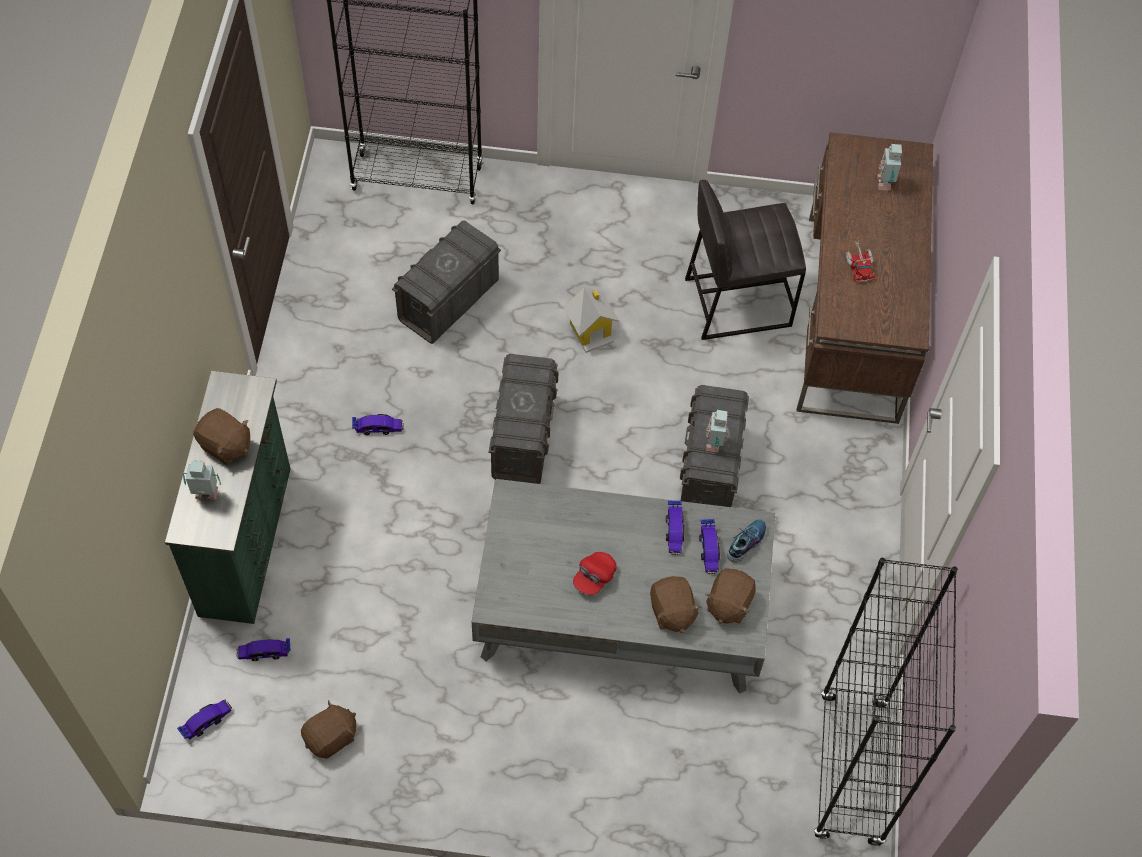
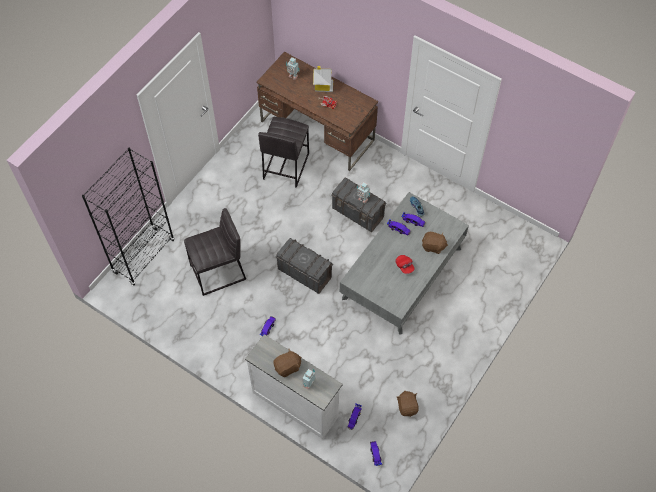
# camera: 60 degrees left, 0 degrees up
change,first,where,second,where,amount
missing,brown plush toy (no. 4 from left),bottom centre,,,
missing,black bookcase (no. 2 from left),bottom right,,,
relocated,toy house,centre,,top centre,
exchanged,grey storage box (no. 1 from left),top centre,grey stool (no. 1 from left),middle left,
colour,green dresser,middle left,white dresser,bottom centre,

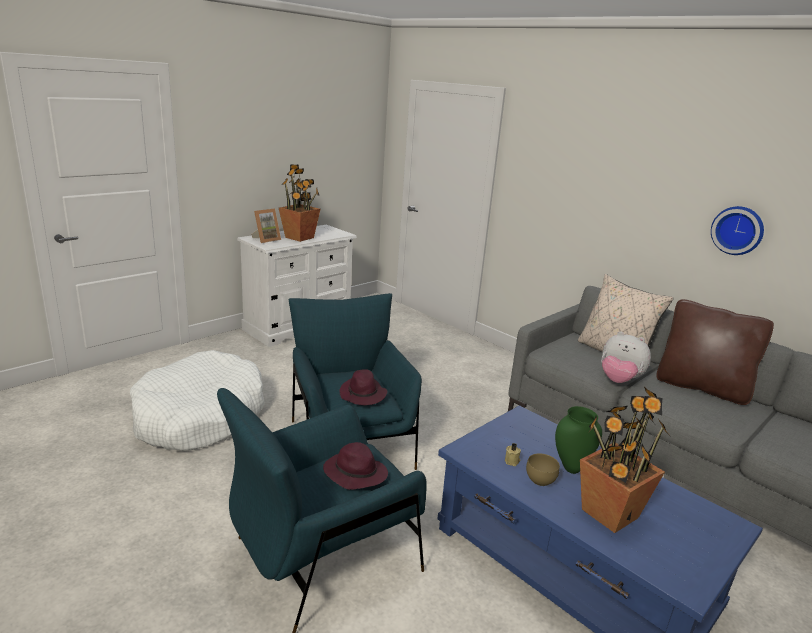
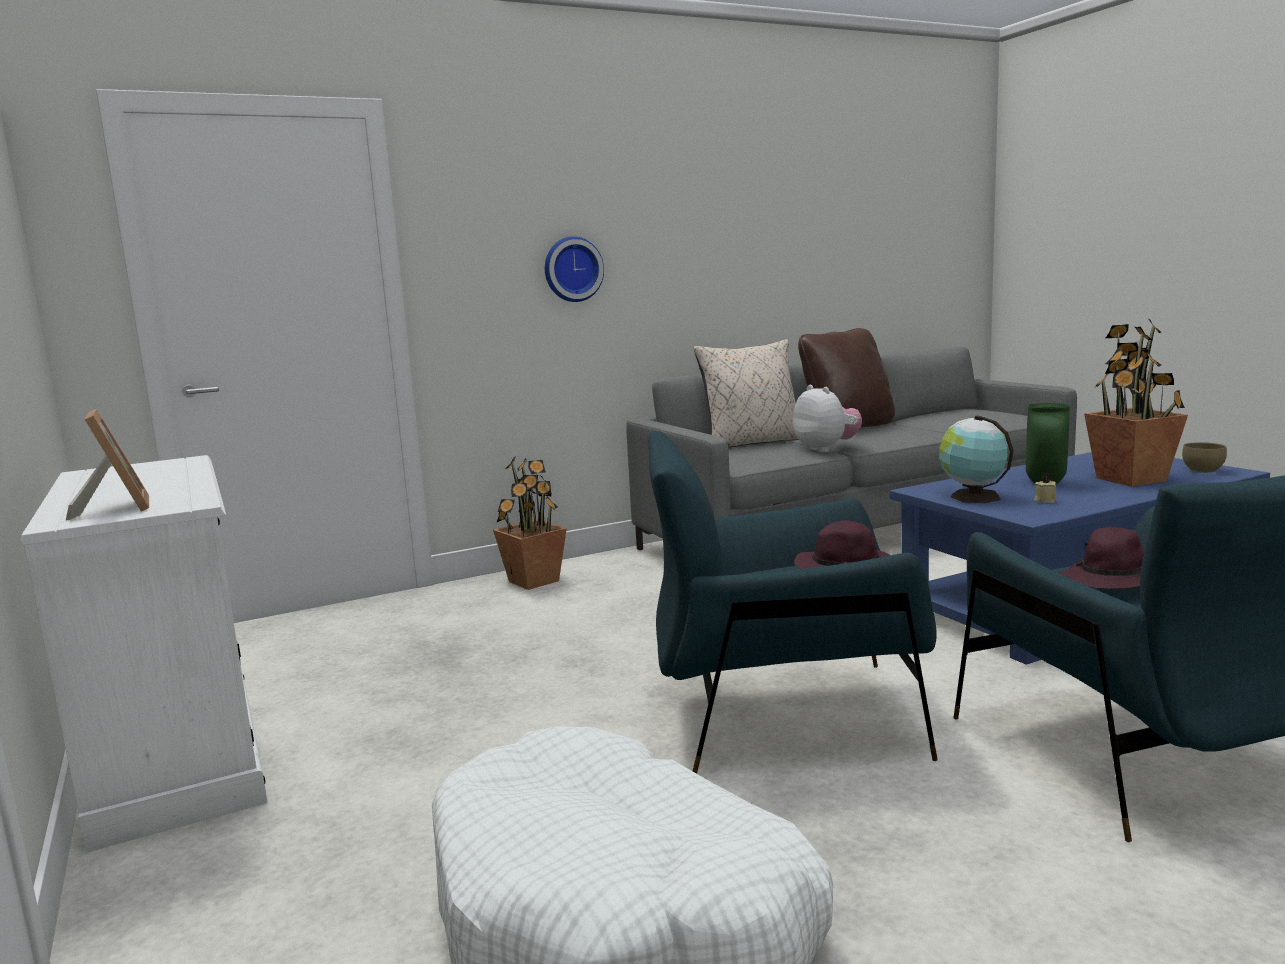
# camera: 70 degrees left, 10 degrees down
change,first,where,second,where,amount
appeared,,,globe,middle right,
relocated,potted plant (no. 1 from left),top centre,,centre,
relocated,brown bowl,bottom right,,middle right,
relocated,wall clock,middle right,,top centre,
spun,plush toy,middle right,,centre,75 degrees counterclockwise

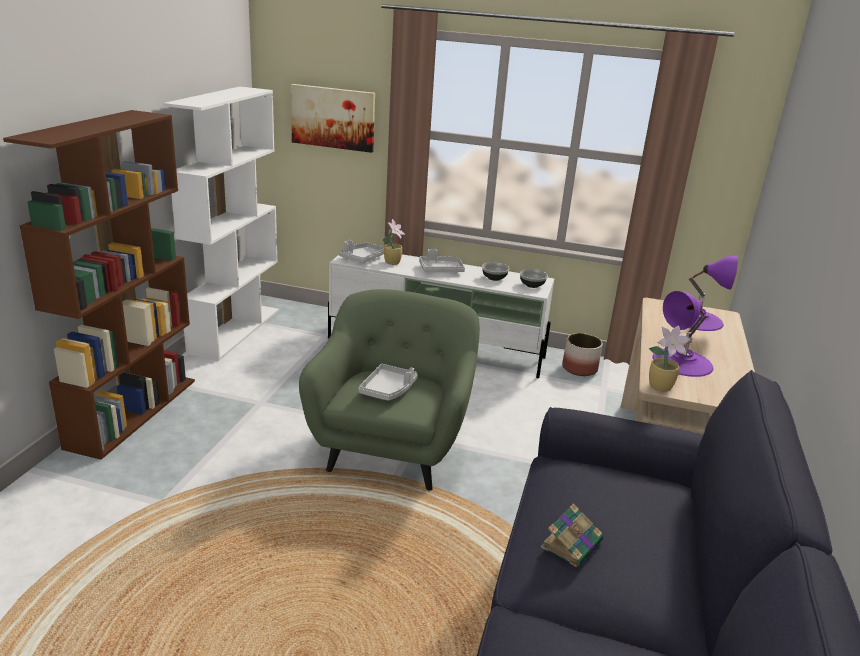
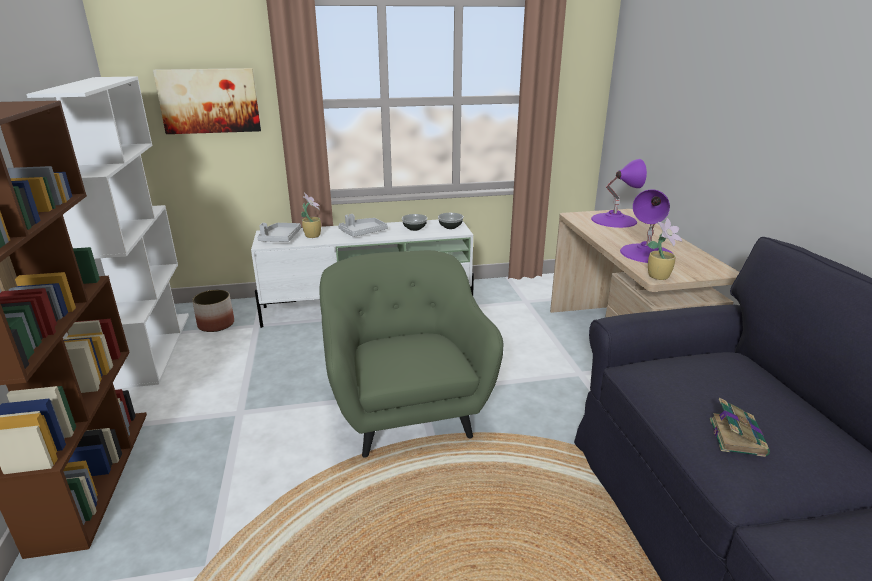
# camera: 25 degrees left, 0 degrees up
change,first,where,second,where,amount
missing,grey tray (no. 2 from left),centre,,,
relocated,planter,middle right,,middle left,

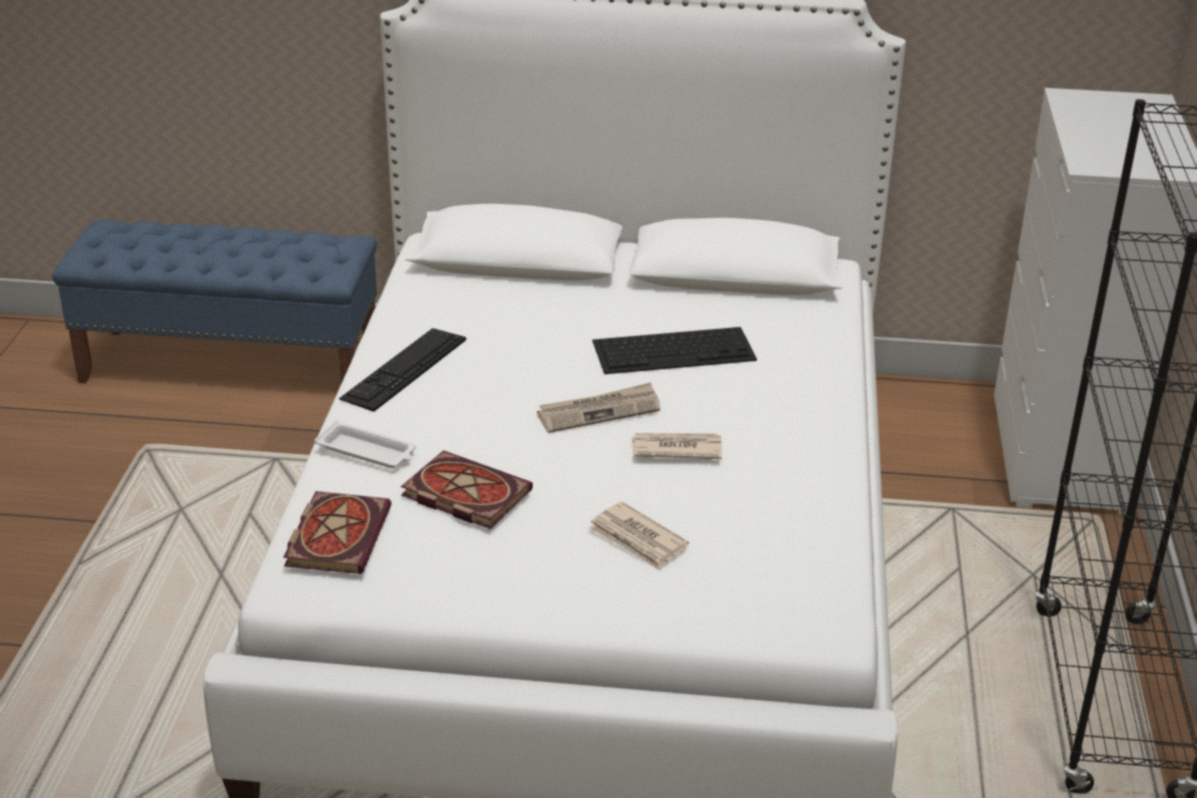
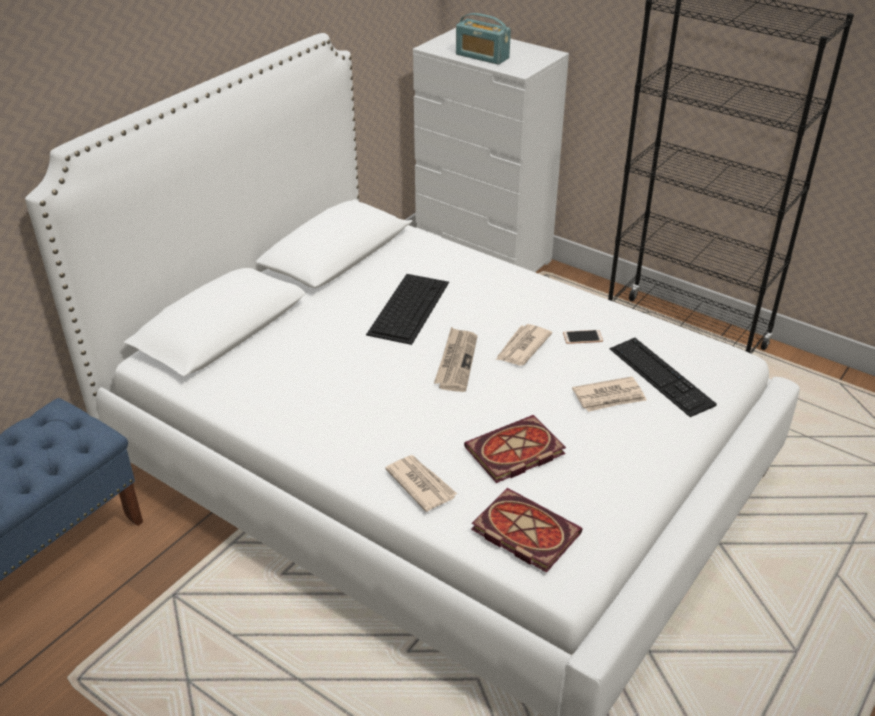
# camera: 60 degrees left, 5 degrees up
change,first,where,second,where,amount
appeared,,,radio,top centre,
appeared,,,phone,centre,
relocated,keyboard (no. 1 from left in the first image),centre,keyboard (no. 2 from left),middle right,
exchanged,white tray,middle left,newspaper (no. 1 from left),bottom centre,

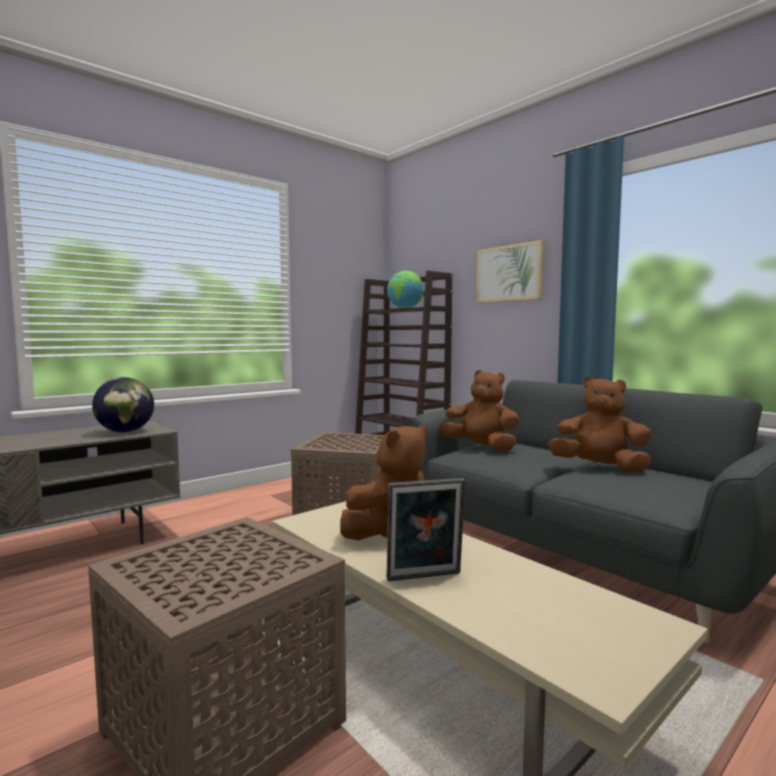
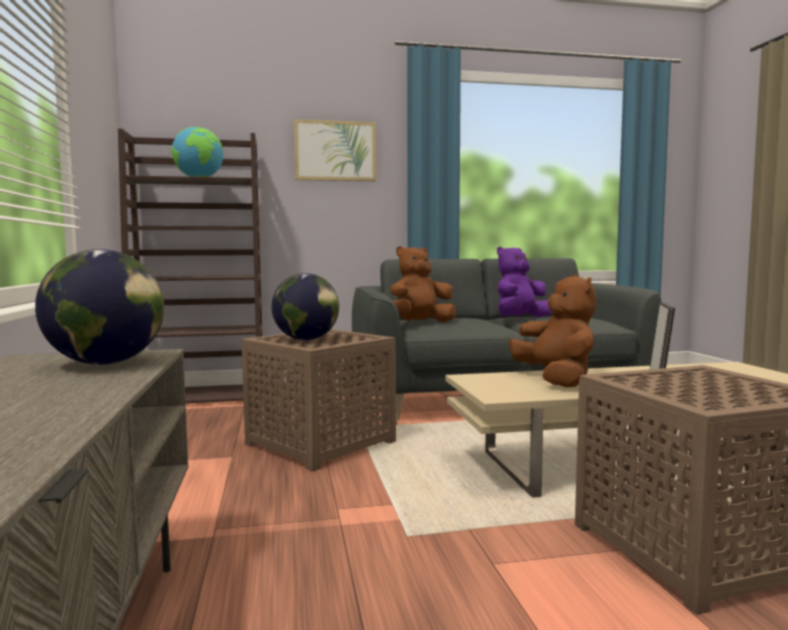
# camera: 60 degrees left, 0 degrees up
change,first,where,second,where,amount
appeared,,,globe (no. 3 from left),centre,
colour,brown plush toy (no. 3 from left),middle right,purple plush toy,centre,

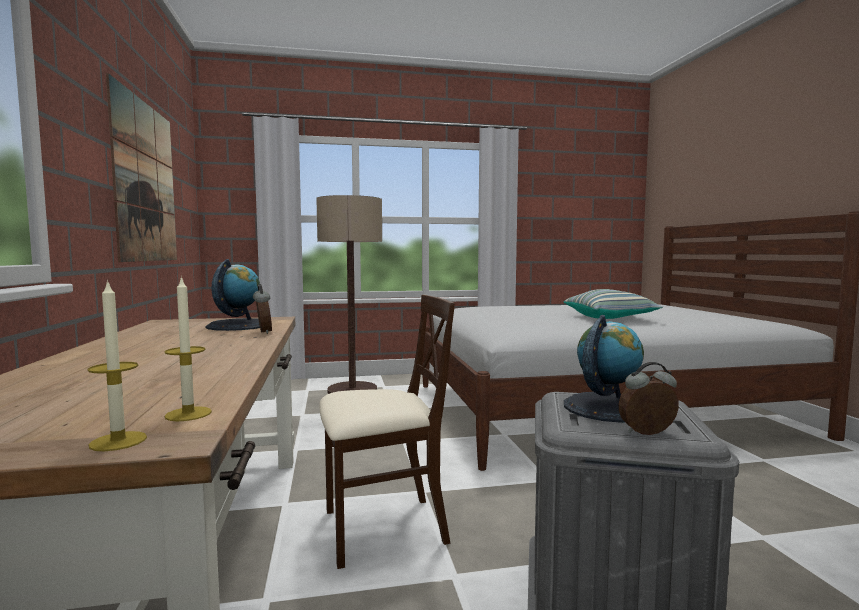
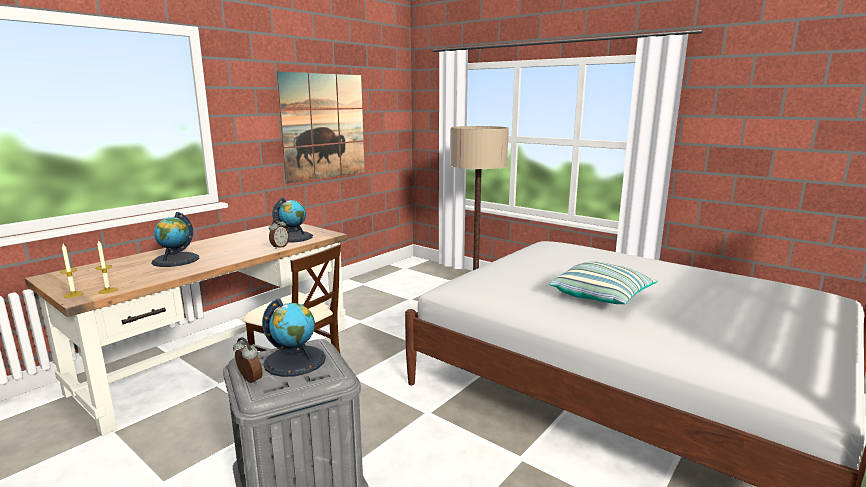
# camera: 50 degrees right, 10 degrees up
change,first,where,second,where,amount
appeared,,,globe (no. 1 from left),middle left,

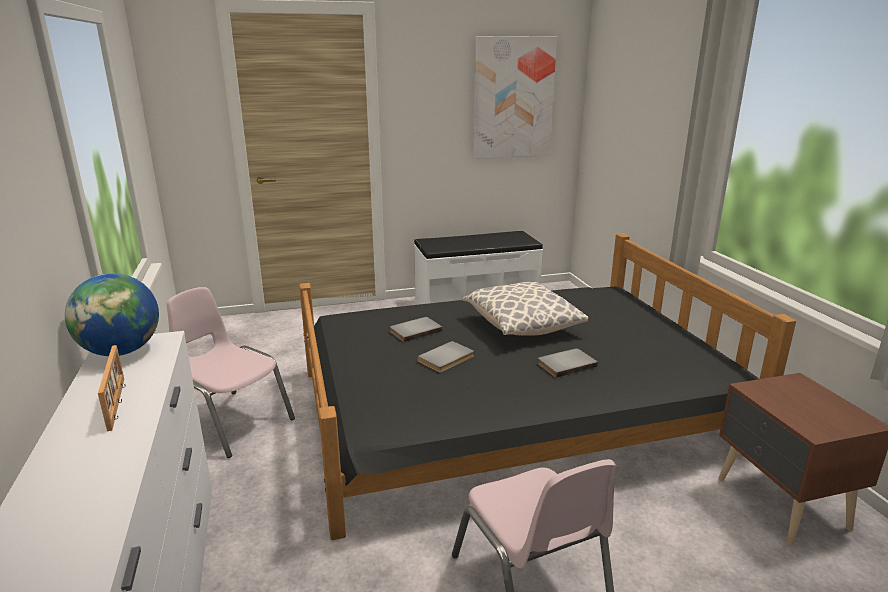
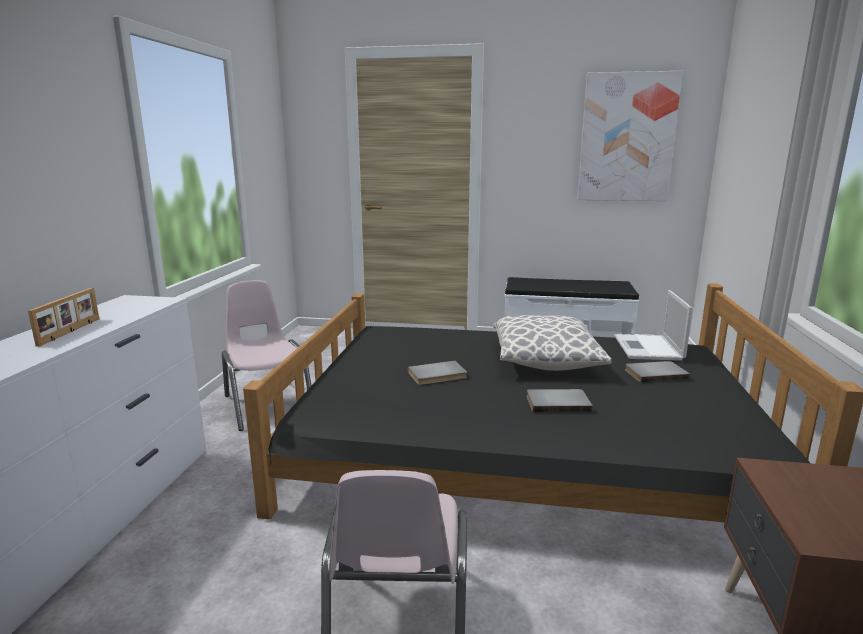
# camera: 25 degrees right, 5 degrees down
change,first,where,second,where,amount
missing,globe,middle left,,,
appeared,,,laptop,middle right,
relocated,grey book (no. 1 from left in the first image),centre,grey book (no. 3 from left),middle right,

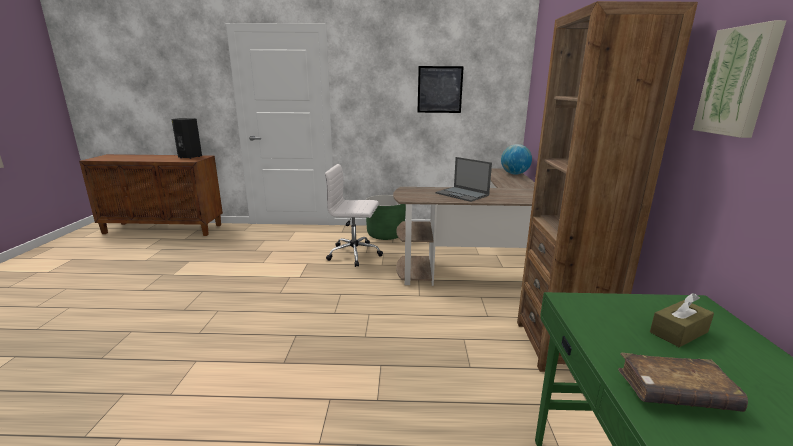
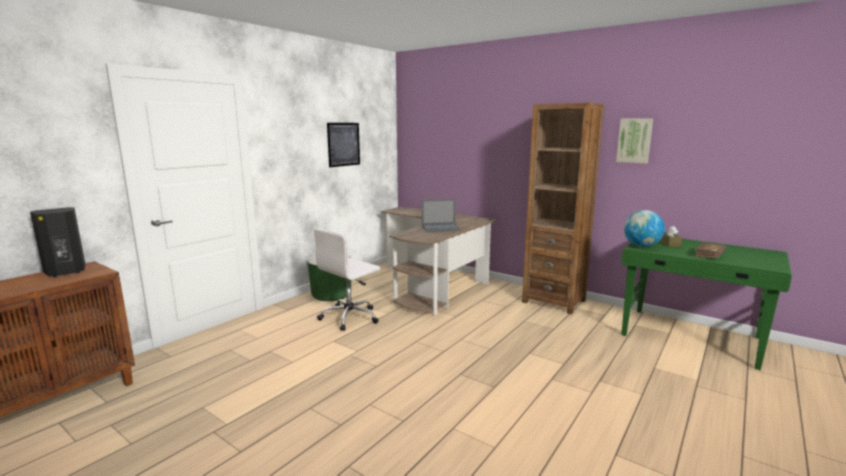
# camera: 55 degrees left, 5 degrees down
change,first,where,second,where,amount
relocated,globe,centre,,middle right,

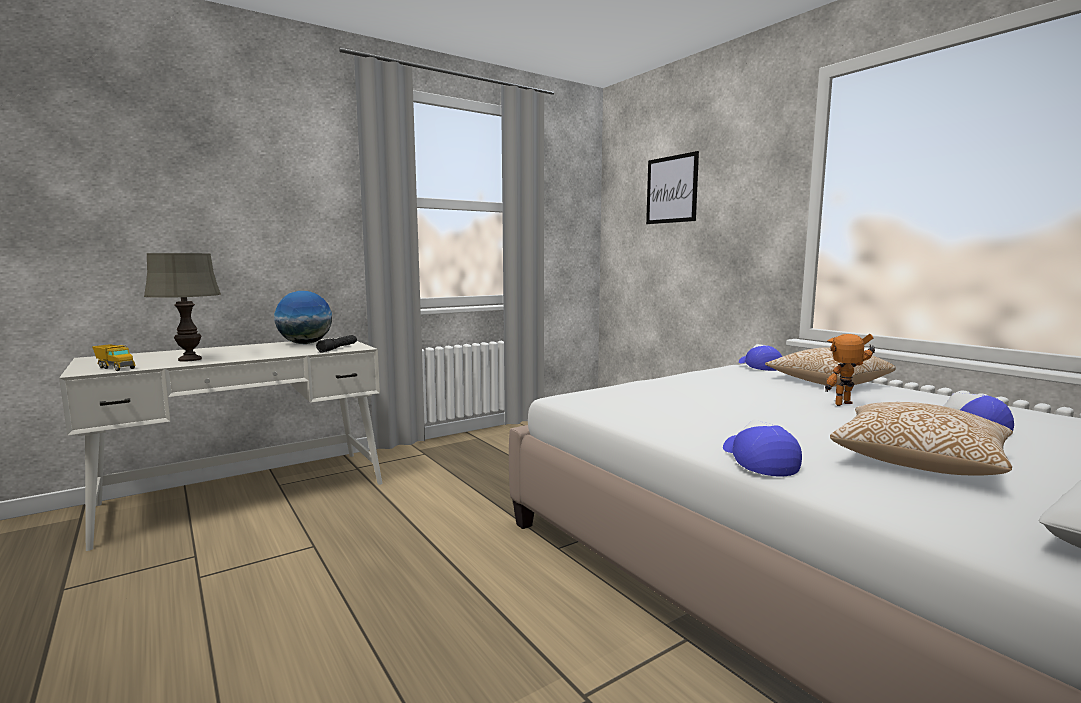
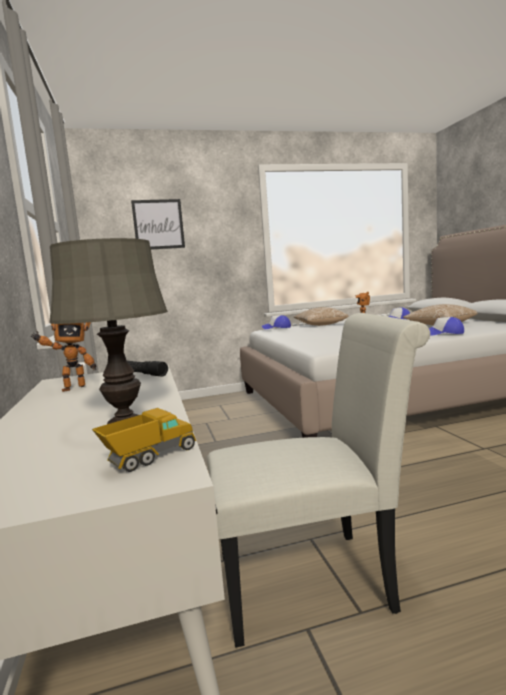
# camera: 70 degrees left, 0 degrees up
change,first,where,second,where,amount
appeared,,,white chair,bottom centre,
exchanged,globe,middle left,toy robot (no. 1 from left),middle left,

